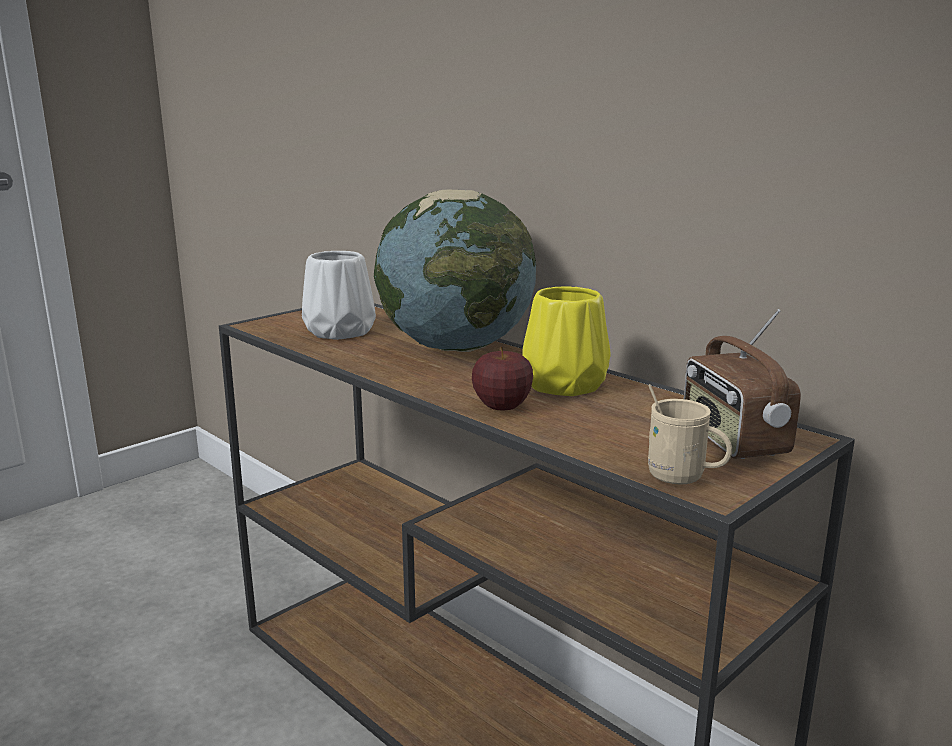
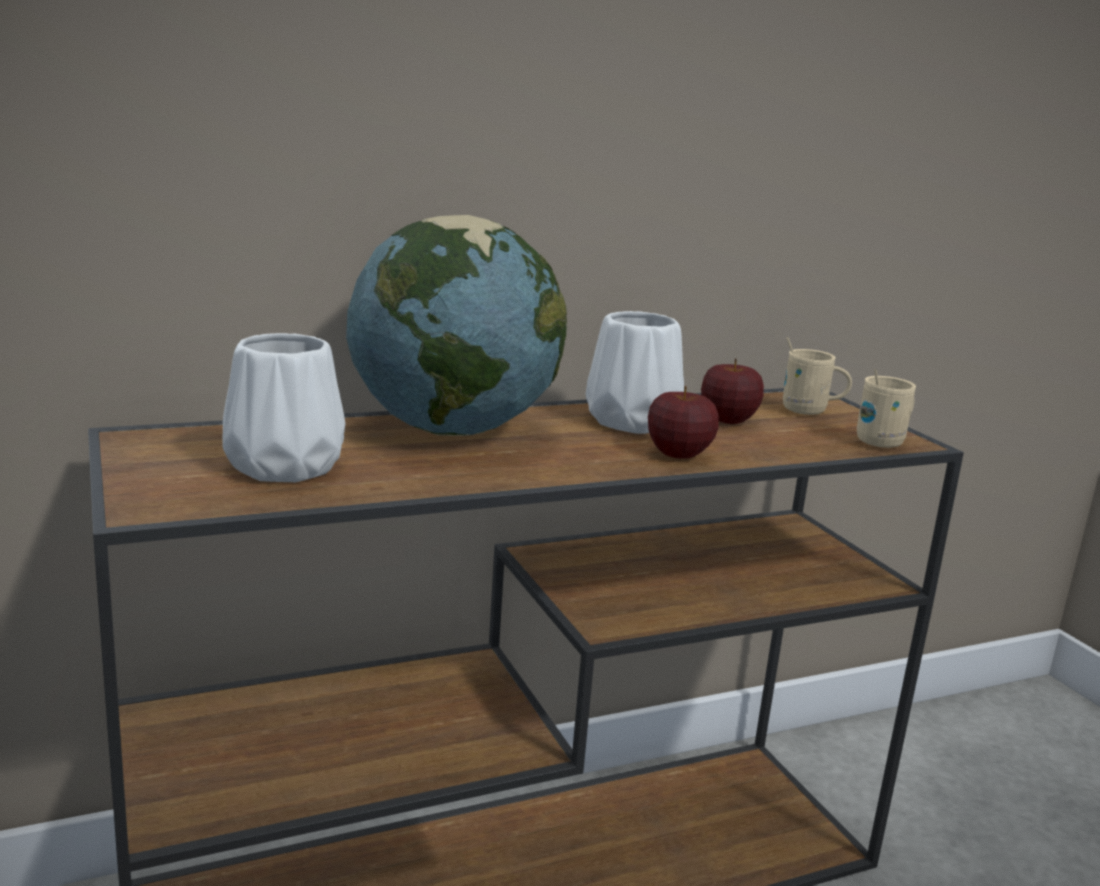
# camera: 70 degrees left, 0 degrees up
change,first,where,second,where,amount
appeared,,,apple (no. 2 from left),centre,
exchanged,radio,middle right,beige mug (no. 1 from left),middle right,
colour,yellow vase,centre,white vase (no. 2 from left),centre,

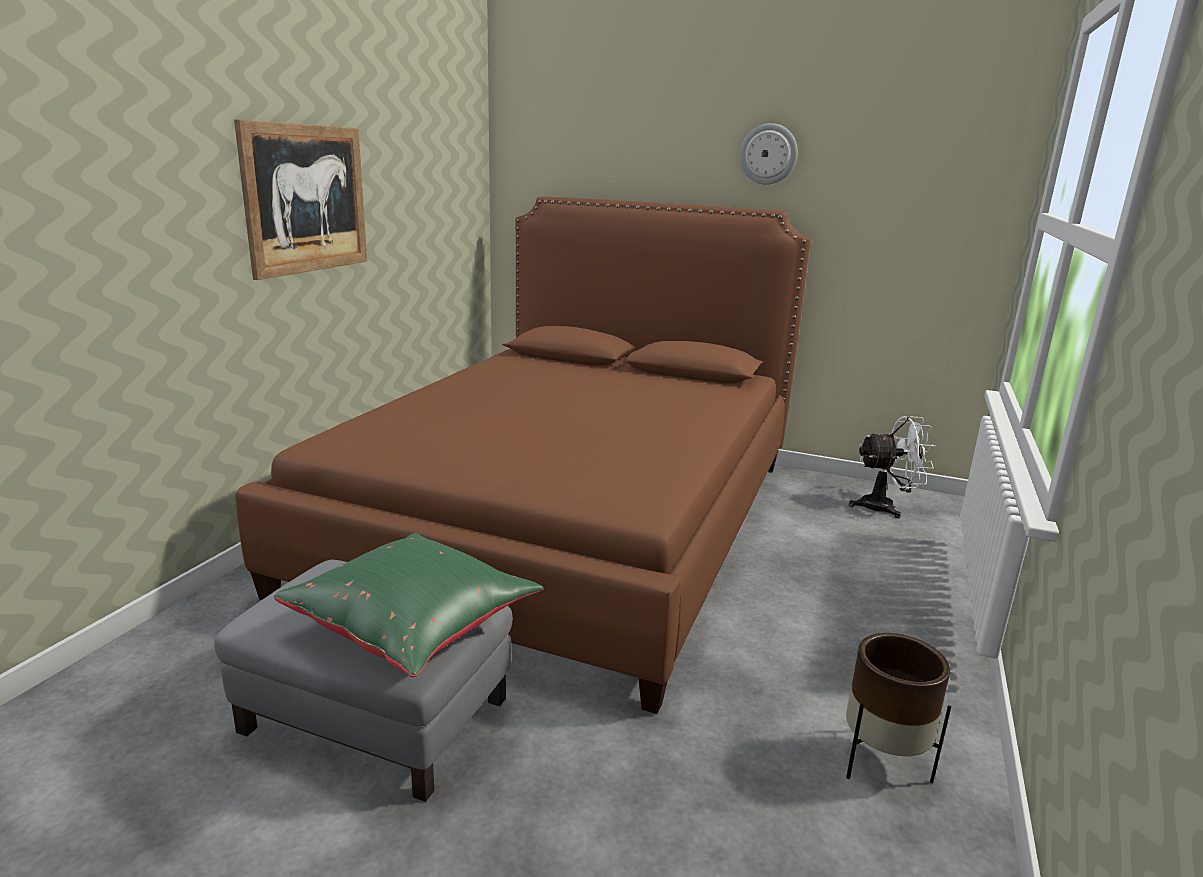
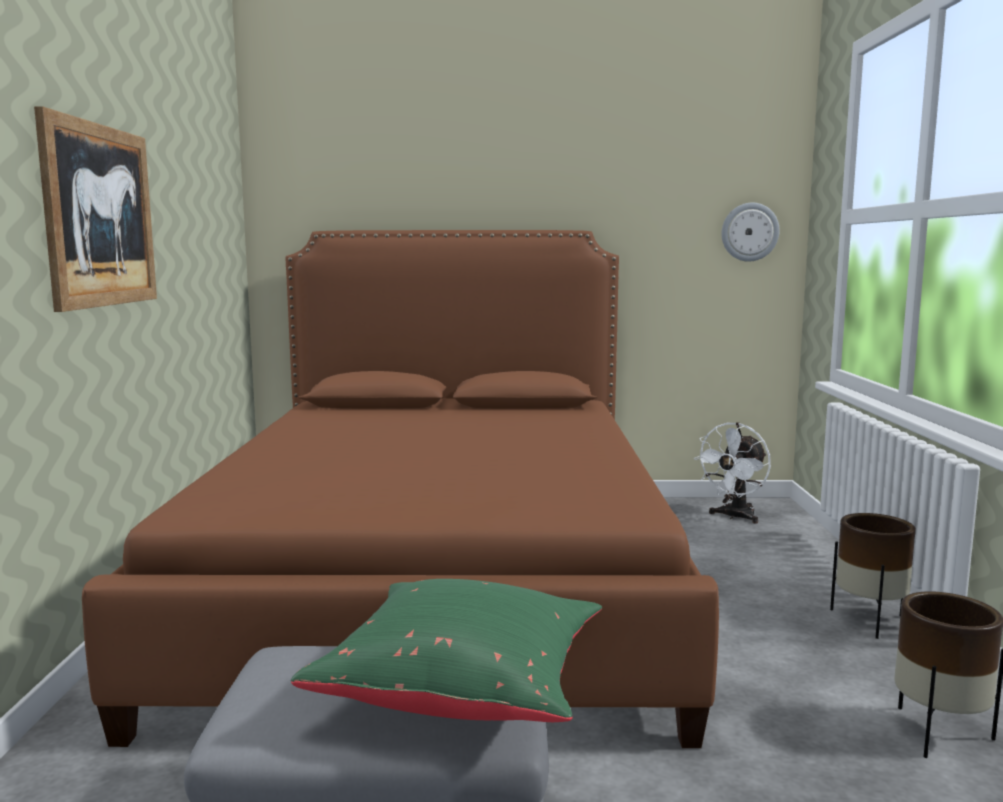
# camera: 20 degrees left, 10 degrees down
change,first,where,second,where,amount
appeared,,,brown planter (no. 1 from left),bottom right,
relocated,wall clock,top centre,,top right,
spun,white fan,middle right,,middle right,150 degrees clockwise

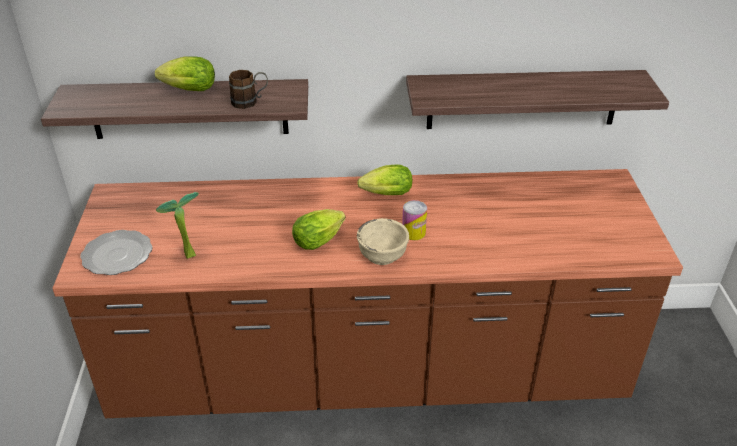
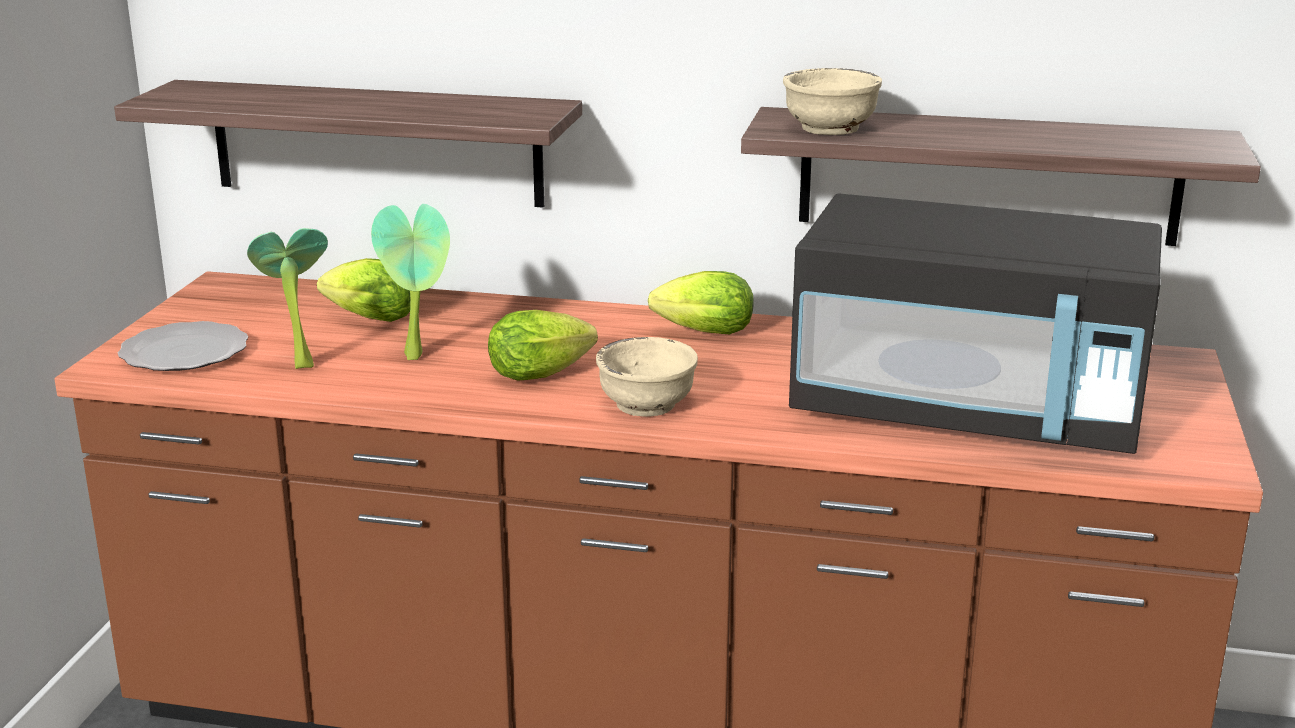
# camera: 15 degrees right, 15 degrees down
change,first,where,second,where,amount
missing,brown mug,top centre,,,
missing,can,centre,,,
appeared,,,potted plant (no. 2 from left),middle left,
appeared,,,beige bowl (no. 2 from left),top centre,
appeared,,,black microwave,middle right,
relocated,lettuce (no. 1 from left),top left,,middle left,

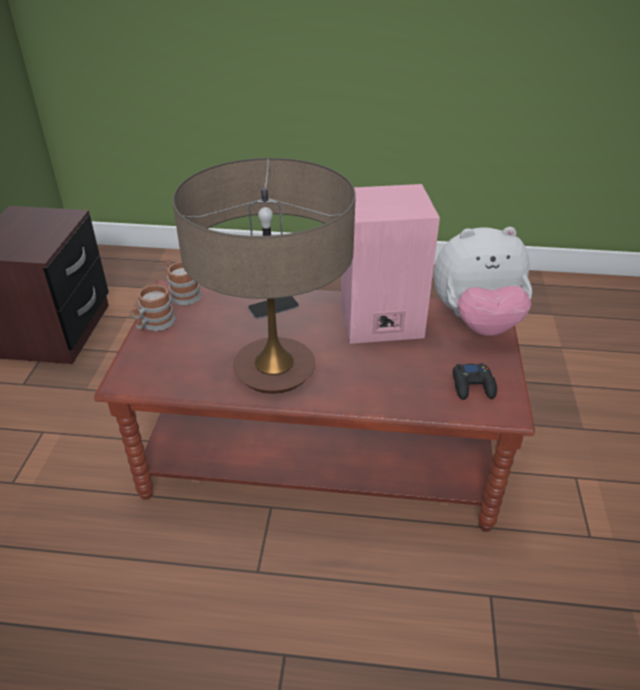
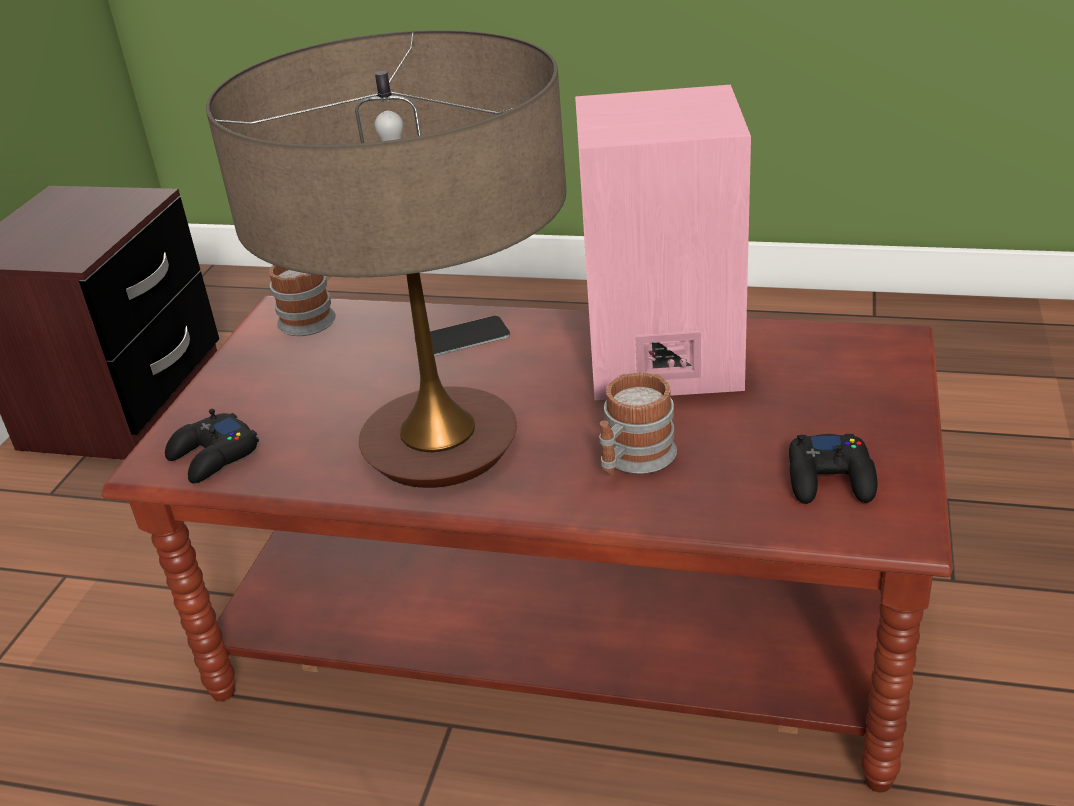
# camera: 10 degrees right, 5 degrees down
change,first,where,second,where,amount
missing,plush toy,middle right,,,
appeared,,,black game controller (no. 1 from left),middle left,
relocated,mug (no. 1 from left in the first image),middle left,mug (no. 2 from left),centre,

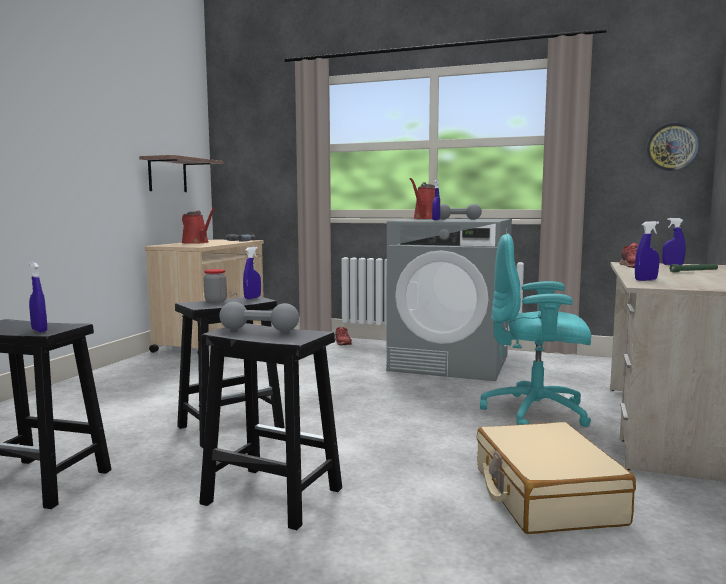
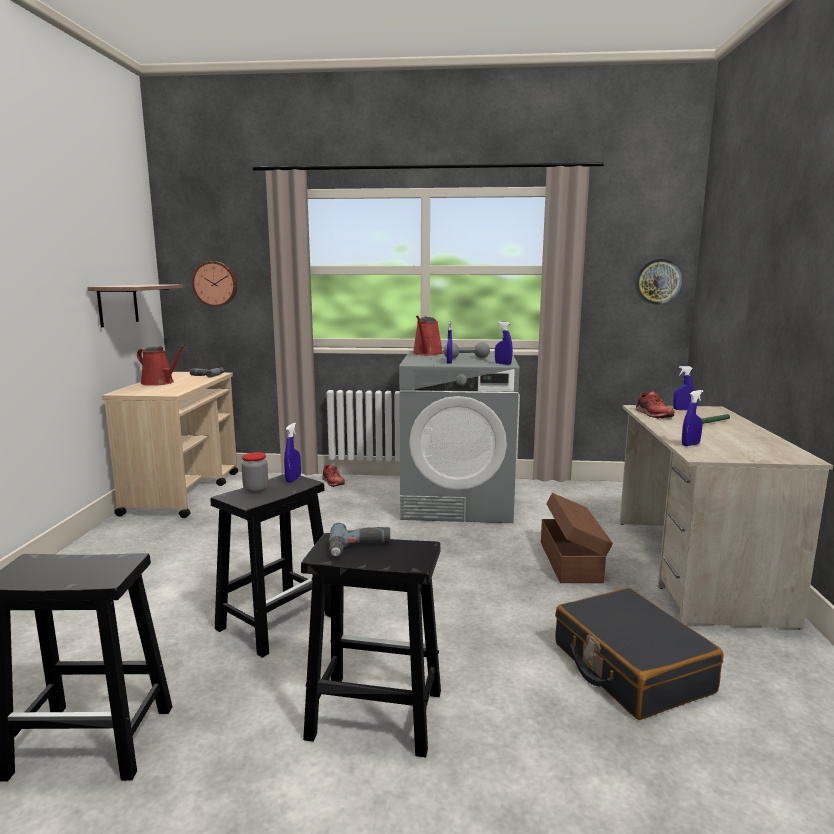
# camera: 15 degrees left, 5 degrees up
change,first,where,second,where,amount
appeared,,,wall clock (no. 1 from left),middle left,
relocated,blue spray bottle (no. 1 from left in the first image),middle left,blue spray bottle (no. 3 from left),centre,
exchanged,grey dumbbell (no. 1 from left),centre,power drill (no. 2 from left),centre,
exchanged,turquoise office chair,middle right,brown storage box,middle right,
colour,beige suitcase,bottom right,black suitcase,bottom right,

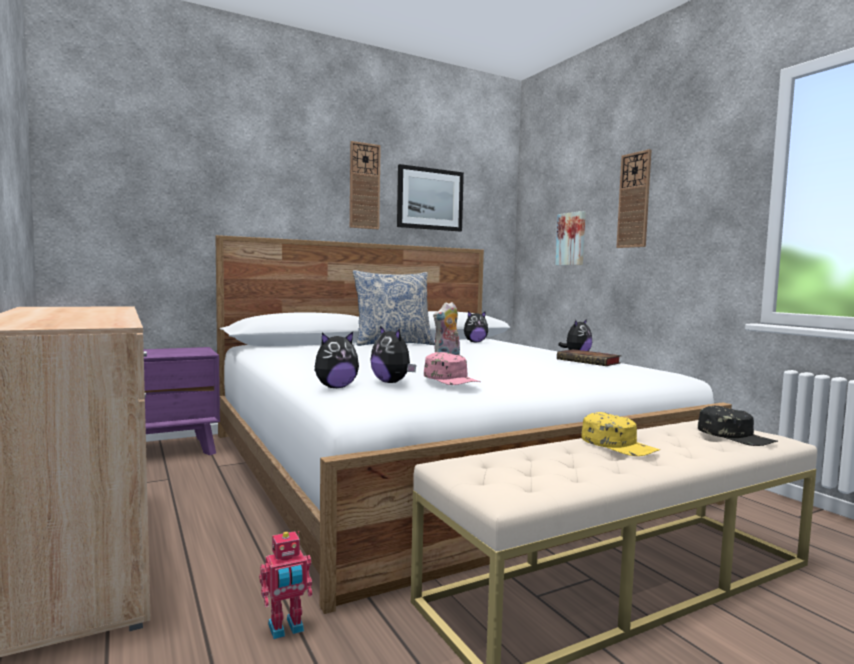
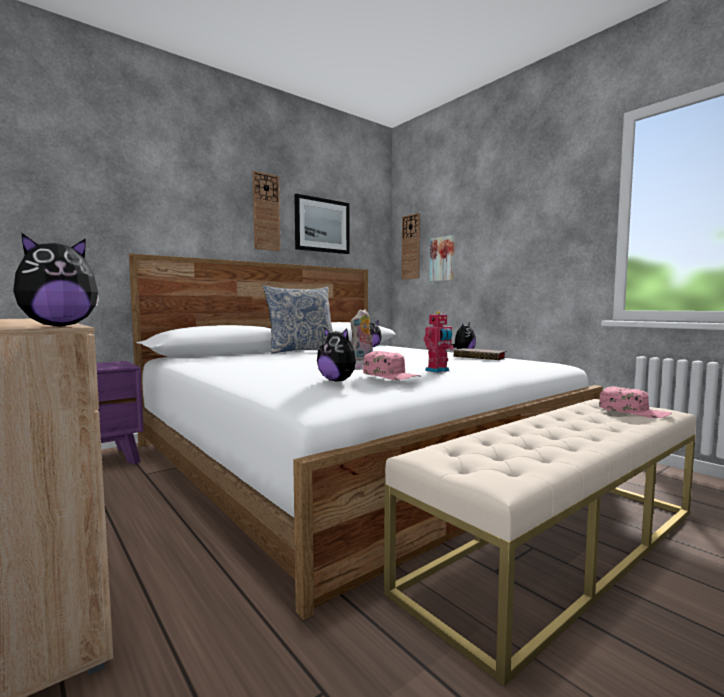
# camera: 10 degrees left, 0 degrees up
change,first,where,second,where,amount
missing,yellow cap,middle right,,,
relocated,toy robot,bottom centre,,centre,
relocated,plush toy (no. 1 from left),centre,,middle left,
relocated,wall clock (no. 2 from left),top right,,centre,
colour,black cap,middle right,pink cap (no. 2 from left),middle right,

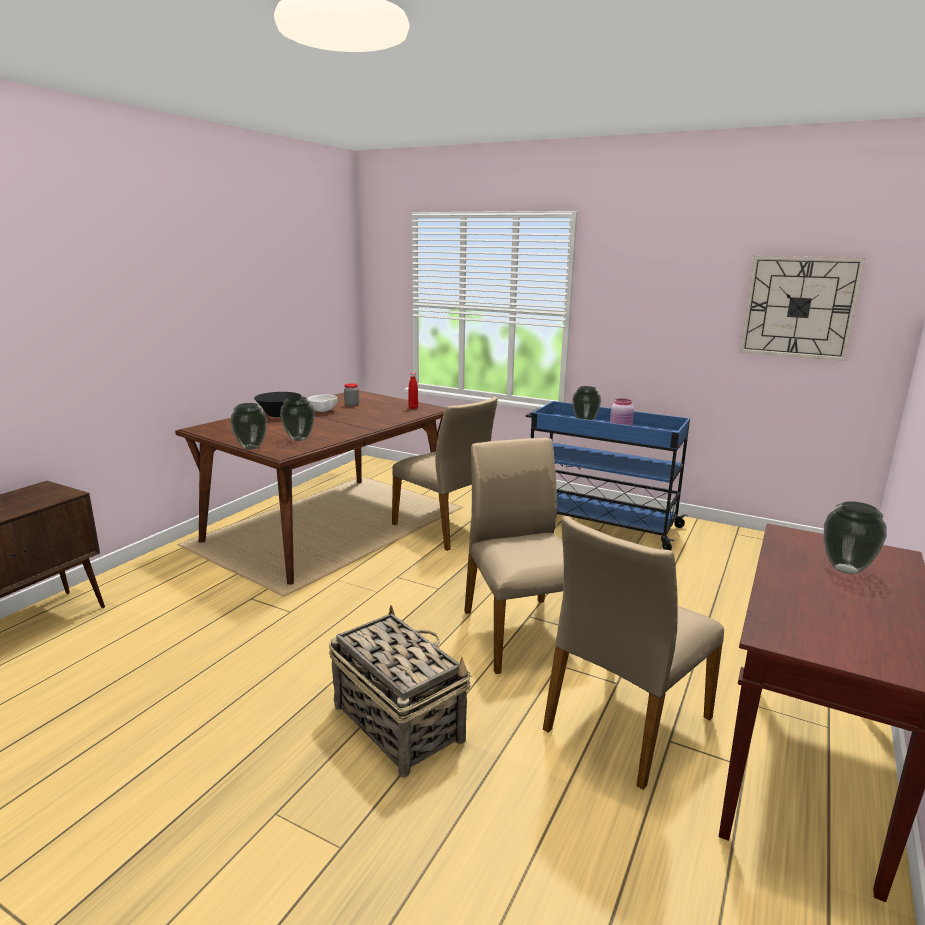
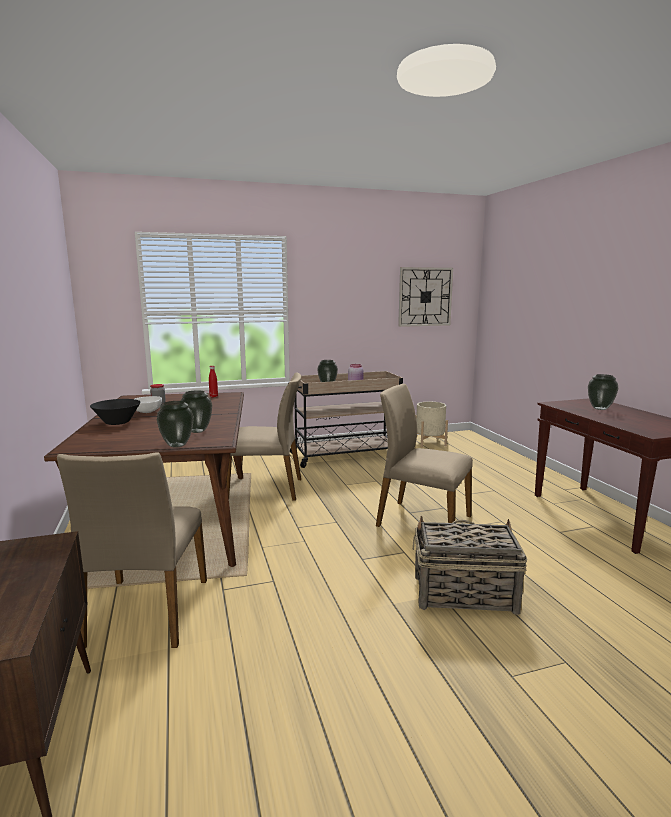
# camera: 45 degrees left, 5 degrees down
change,first,where,second,where,amount
appeared,,,beige planter,centre,
relocated,beige chair (no. 3 from left in the first image),bottom right,beige chair (no. 1 from left),bottom left,
colour,blue cart,centre,beige cart,centre,

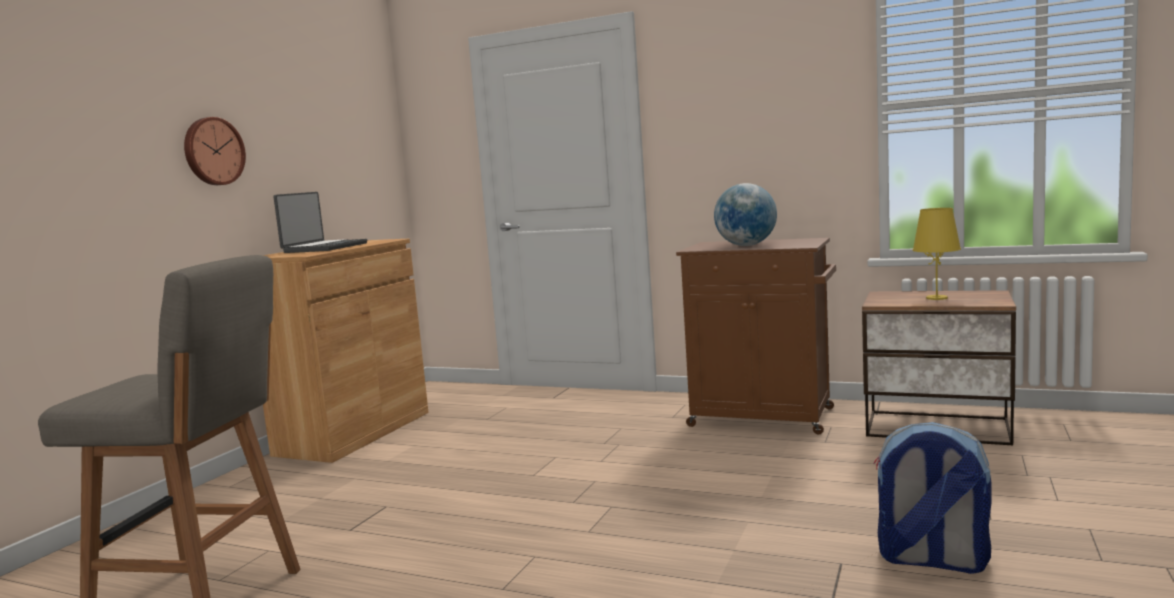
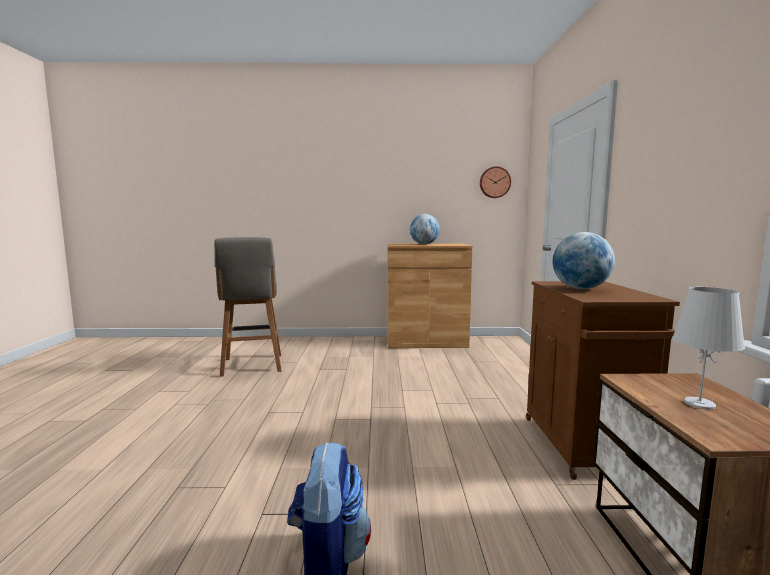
# camera: 65 degrees right, 0 degrees up
change,first,where,second,where,amount
relocated,wall clock,top left,,top centre,
exchanged,laptop,middle left,globe (no. 1 from left),centre,
colour,yellow table lamp,middle right,white table lamp,middle right,

